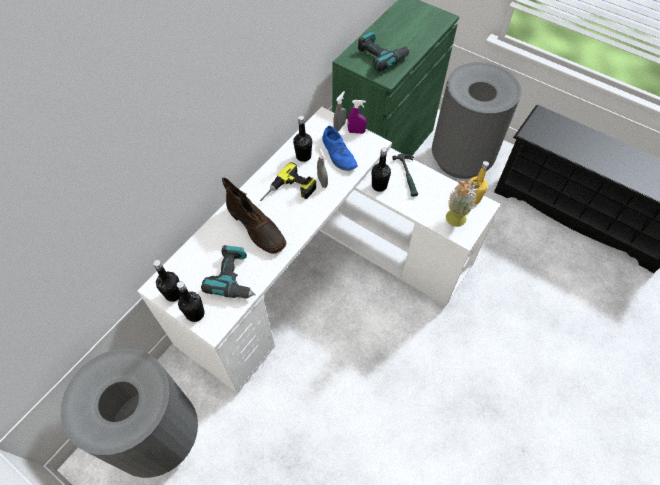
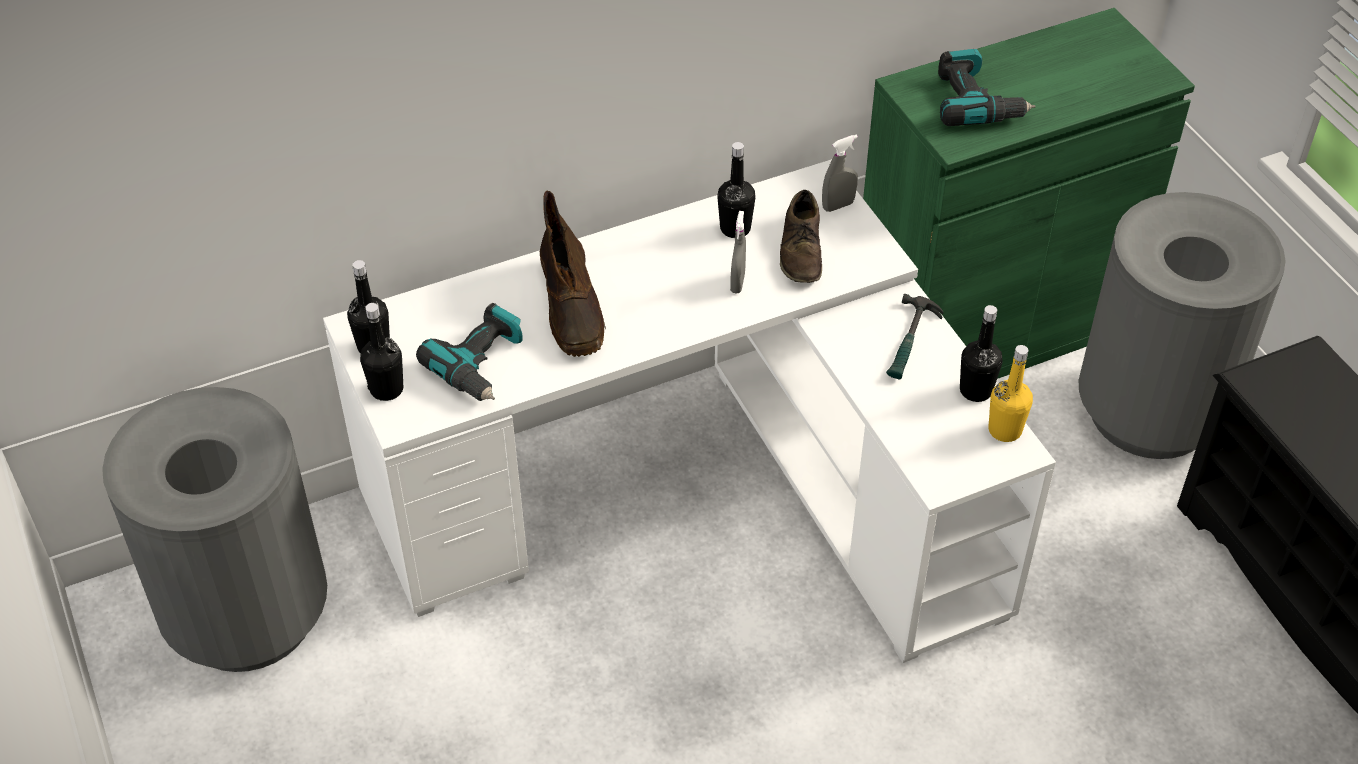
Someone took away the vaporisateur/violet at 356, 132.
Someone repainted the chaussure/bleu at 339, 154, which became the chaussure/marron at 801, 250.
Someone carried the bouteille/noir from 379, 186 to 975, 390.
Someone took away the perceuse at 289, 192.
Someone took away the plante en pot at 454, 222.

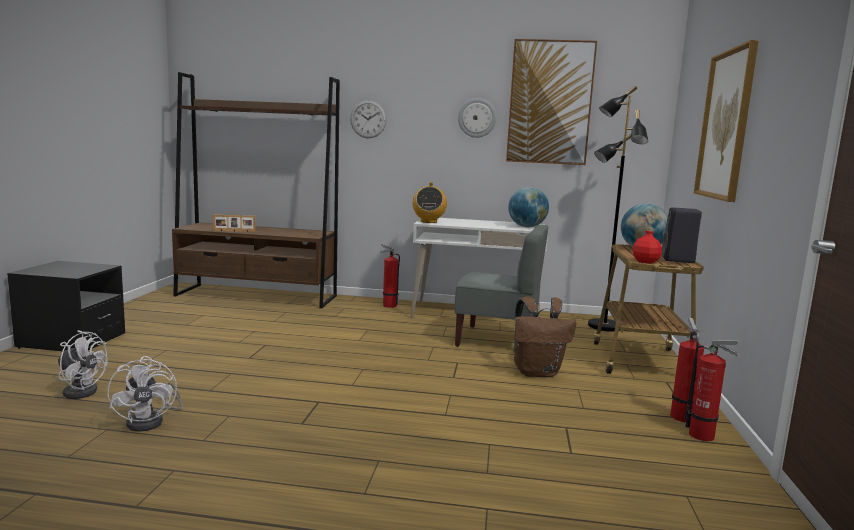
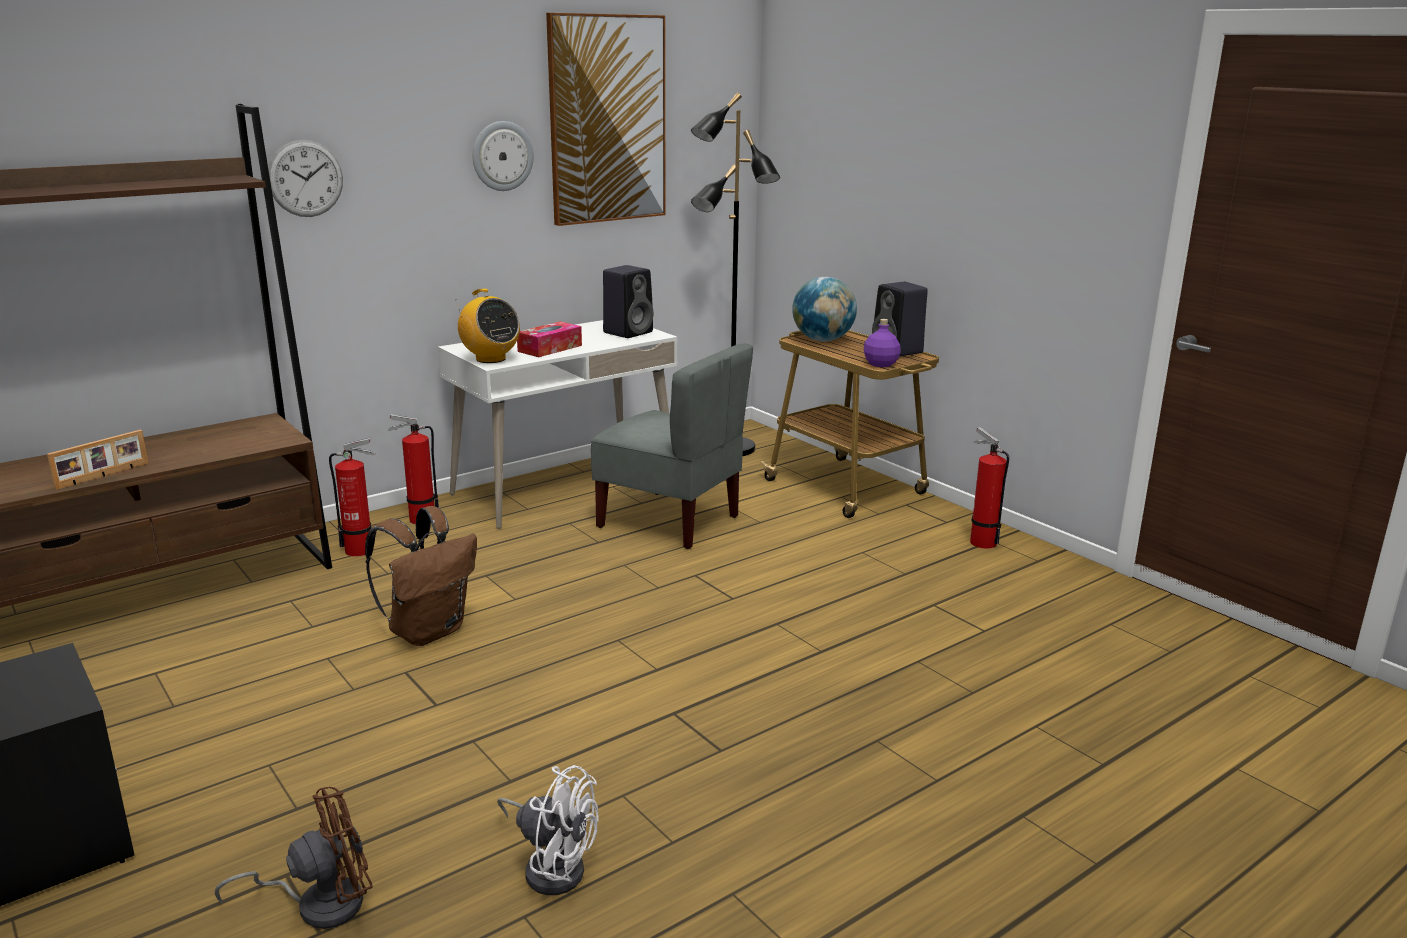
Someone took away the tableau at 726, 125.
Someone swapped the globe at 527, 227 for the enceinte/noir at 628, 332.
Someone rotated the chaise/gris at 496, 340 by 60 degrees clockwise.
Someone repainted the bouteille/rouge at 646, 261, which became the bouteille/violet at 880, 364.
Someone carried the sac à dos/marron from 537, 372 to 428, 631.
Someone repainted the ventilateur/blanc at 80, 390, which became the ventilateur/marron at 319, 904.
Someone carried the extincteur from 704, 436 to 362, 550.
Someone put down the boîte à mouchoirs at 550, 348.

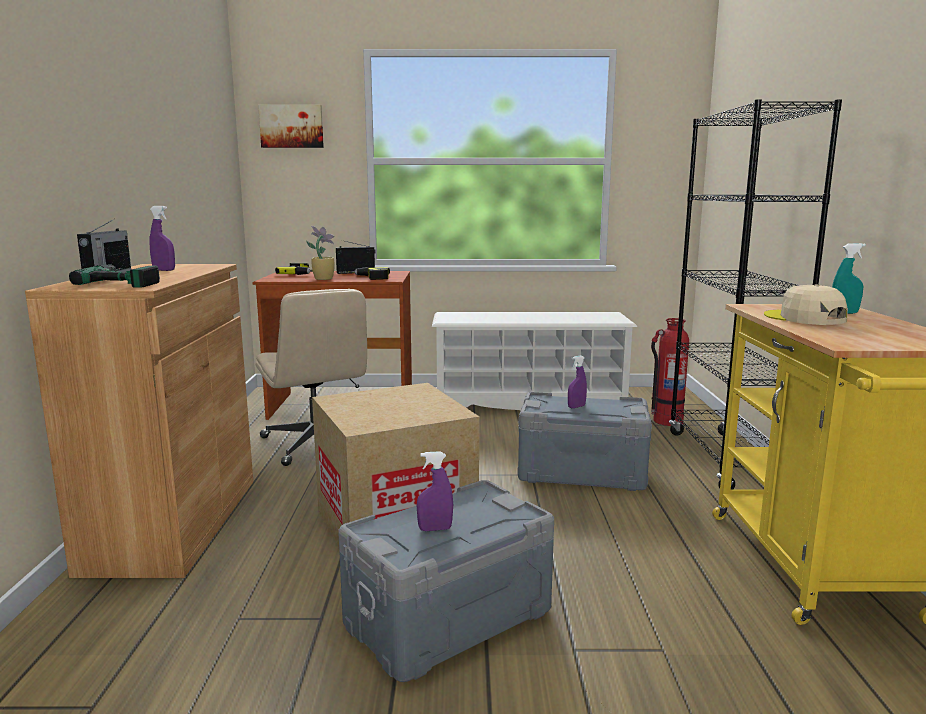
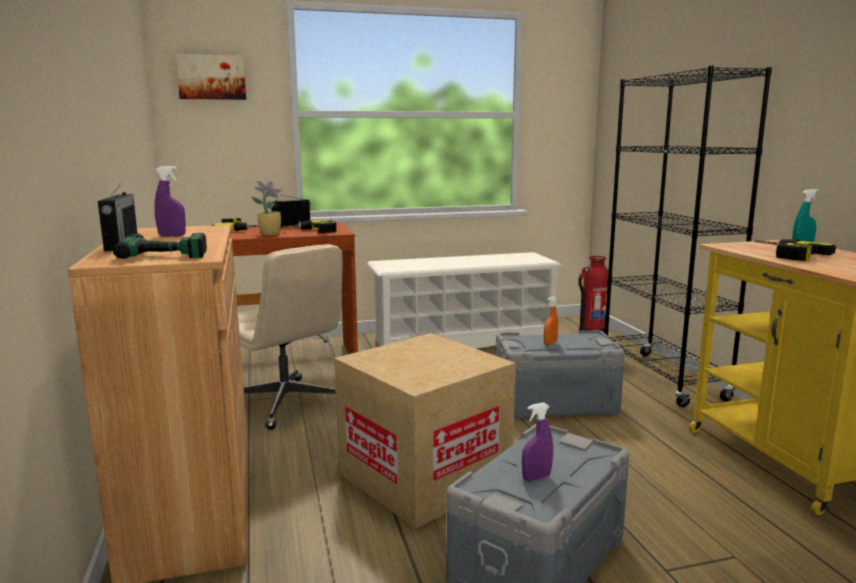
Someone swapped the casquette/beige at 804, 318 for the perceuse at 783, 254.
Someone repainted the vaporisateur/violet at 576, 407, which became the vaporisateur/orange at 550, 343.

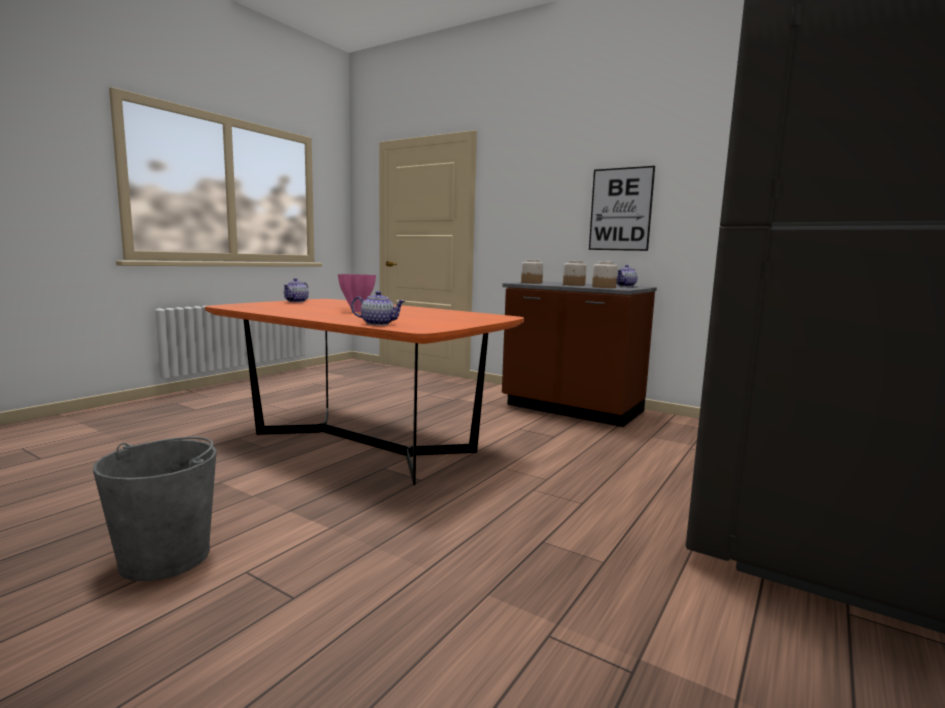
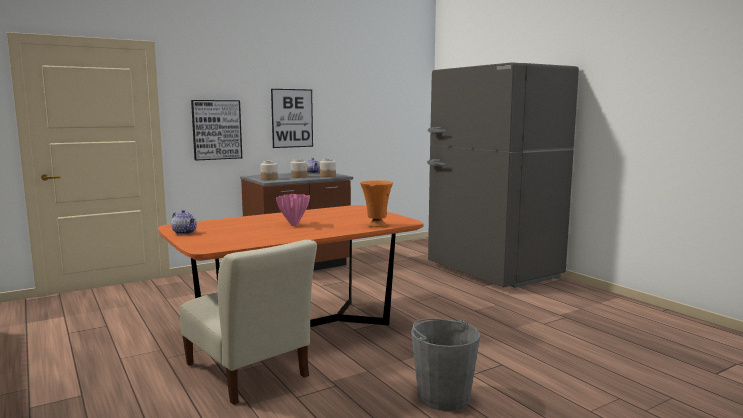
Someone swapped the théière at 378, 324 for the vase/orange at 376, 226.
Someone put up the tableau at 216, 129.
Someone put down the chaise/beige at 248, 373.

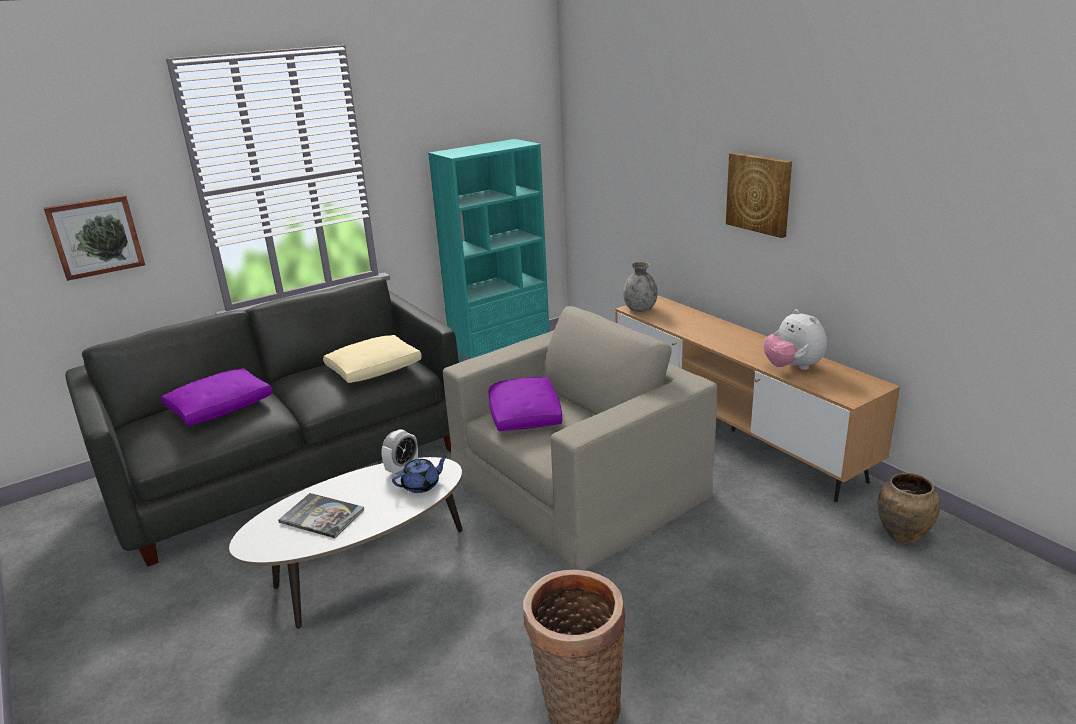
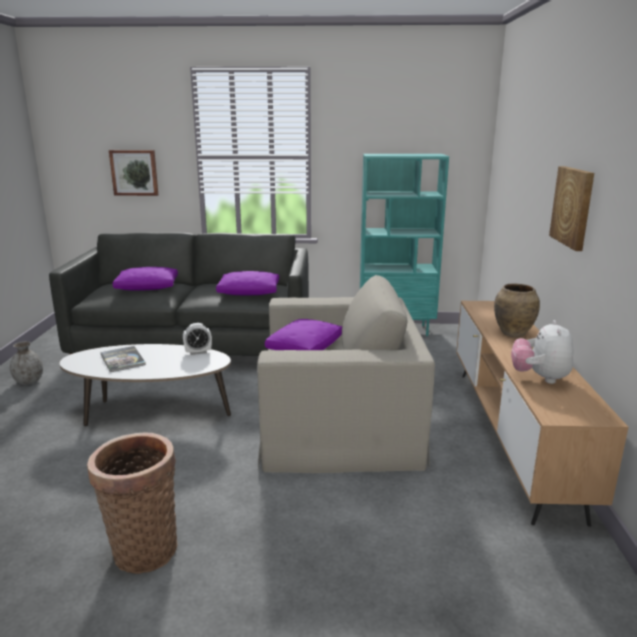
Someone carried the vase/gris from 640, 309 to 29, 381.
Someone repainted the coussin/beige at 375, 369, which became the coussin/violet at 249, 292.
Someone took away the théière/bleu at 421, 485.
Someone carried the vase/marron from 903, 536 to 513, 334.

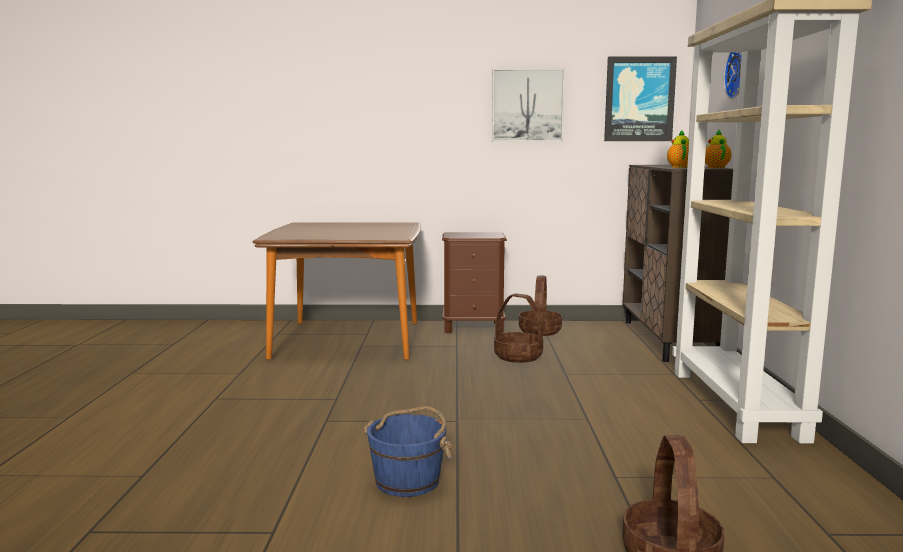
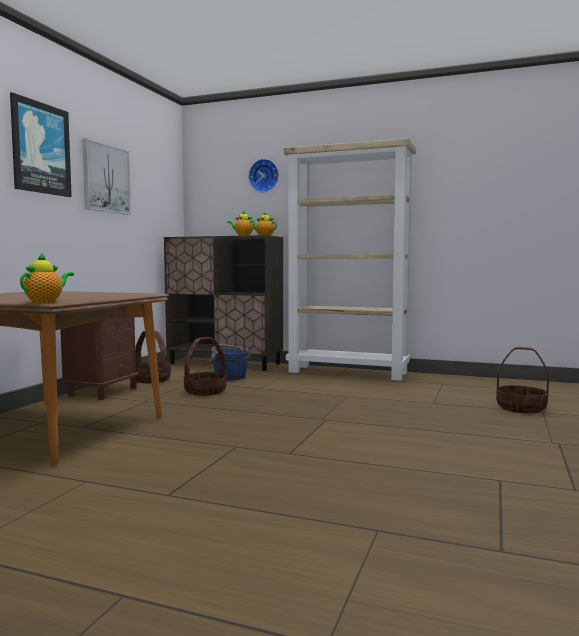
Someone carried the tableau from 639, 99 to 40, 148.
Someone carried the seau/bleu from 408, 481 to 230, 377.
Someone put down the théière at 46, 302.

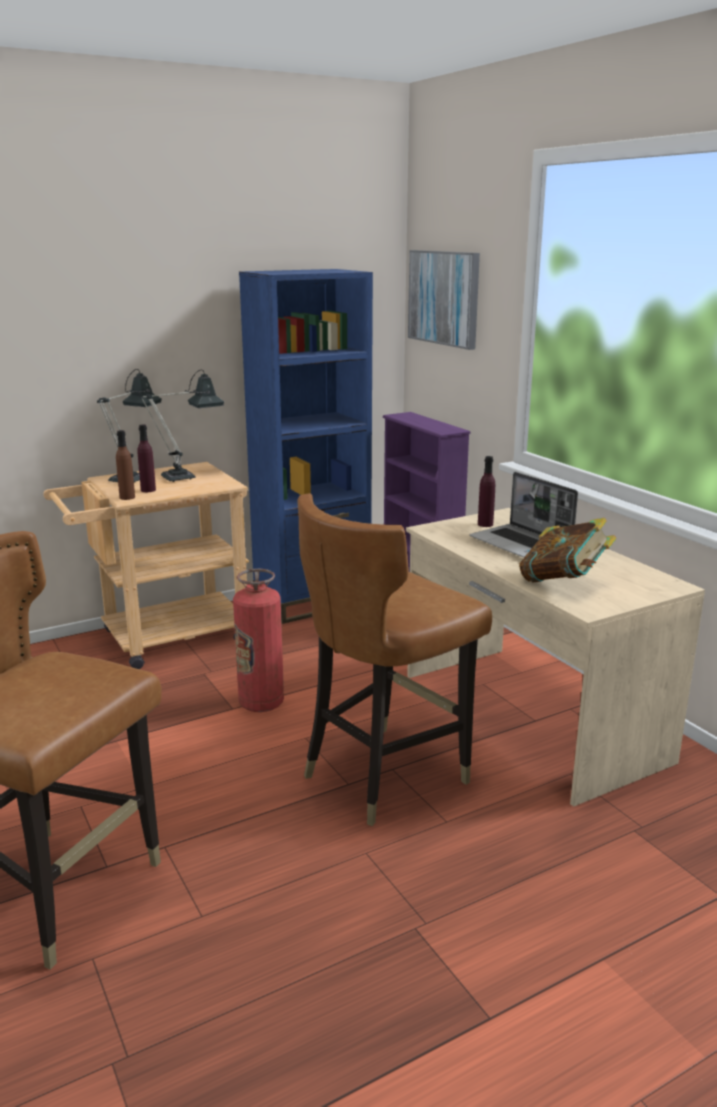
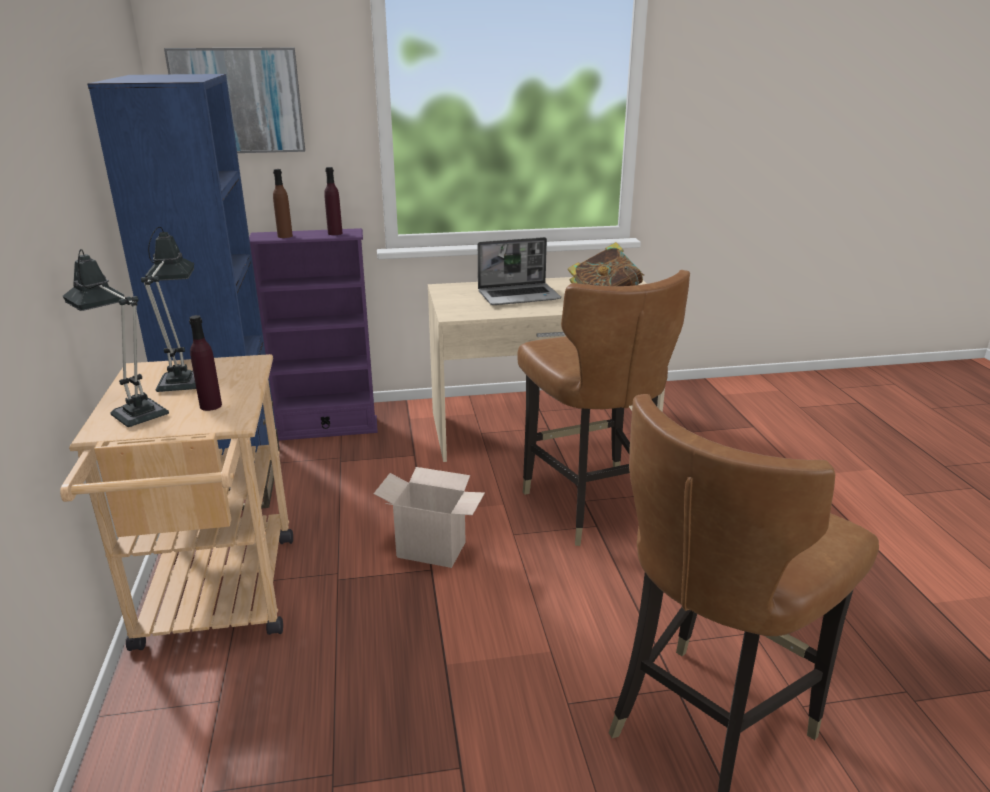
Someone carried the bouteille/marron from 127, 497 to 285, 236.
Someone carried the bouteille/violet from 485, 524 to 335, 233.
Someone swapped the extincteur at 261, 703 for the carton at 434, 549.

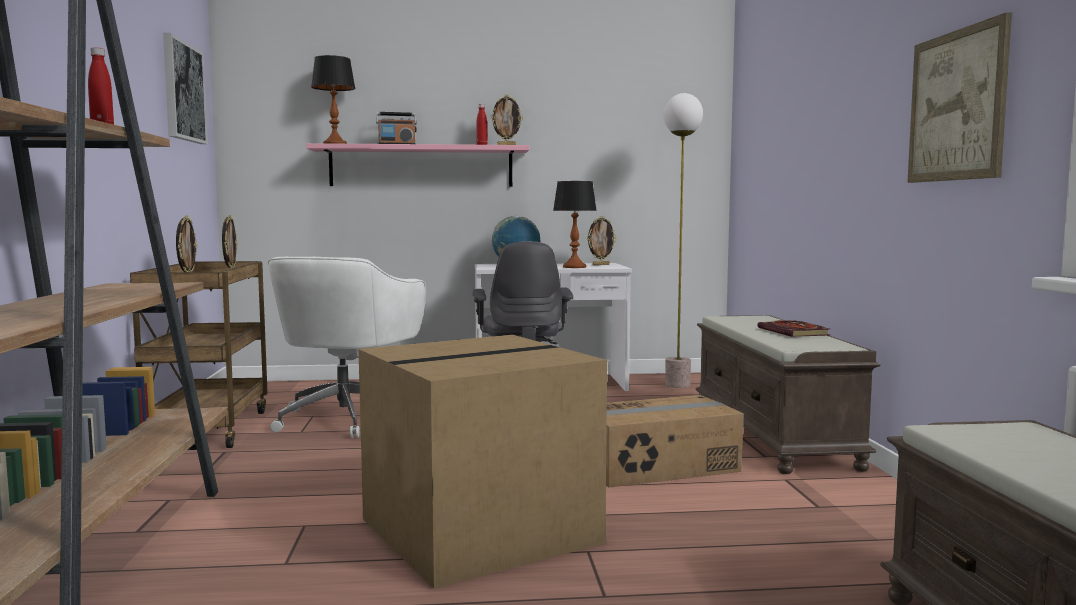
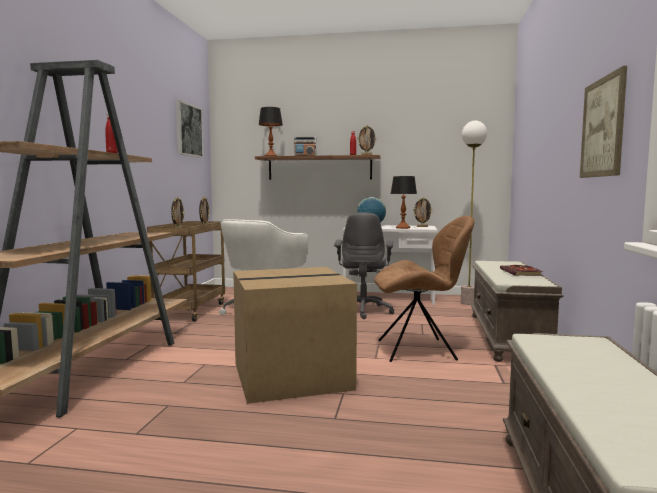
Someone repainted the étagère/rose at 421, 166, which became the étagère/marron at 319, 168.
Someone swapped the carton at 657, 466 for the chaise/marron at 419, 350.

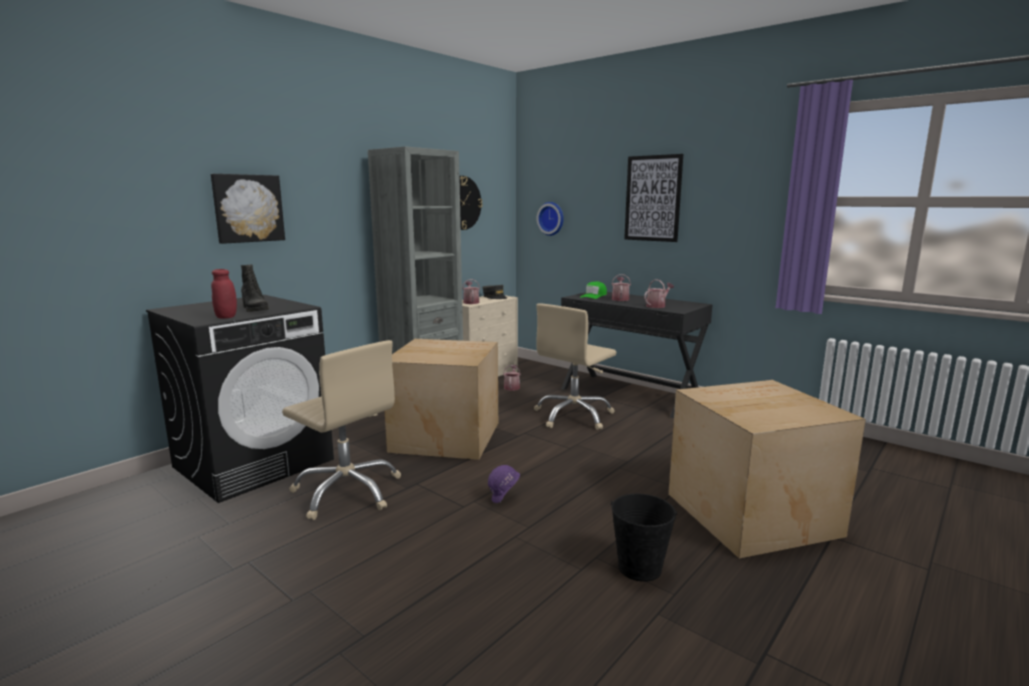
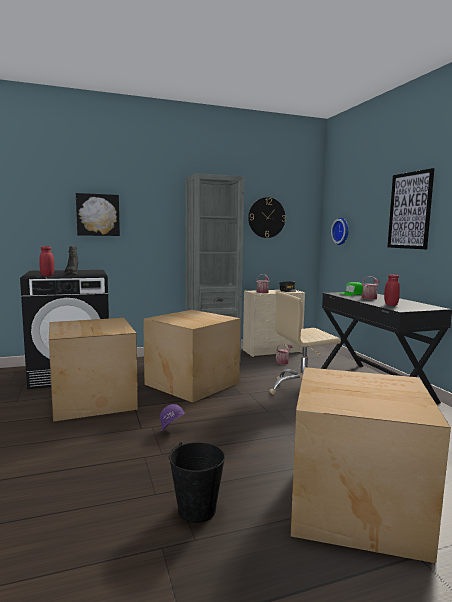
Someone swapped the arrosoir at 657, 306 for the bocal/rouge at 391, 305.
Someone swapped the chaise de bureau/beige at 347, 491 for the carton at 92, 400.

